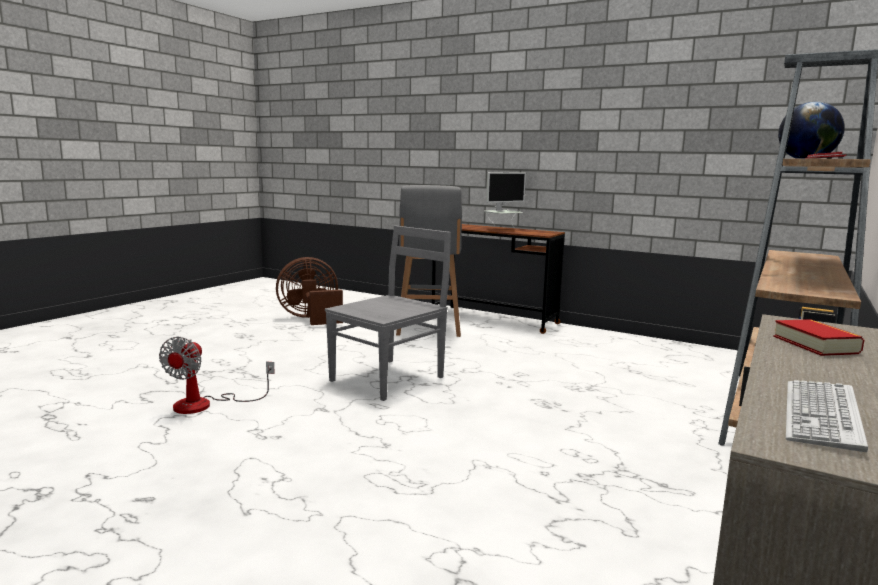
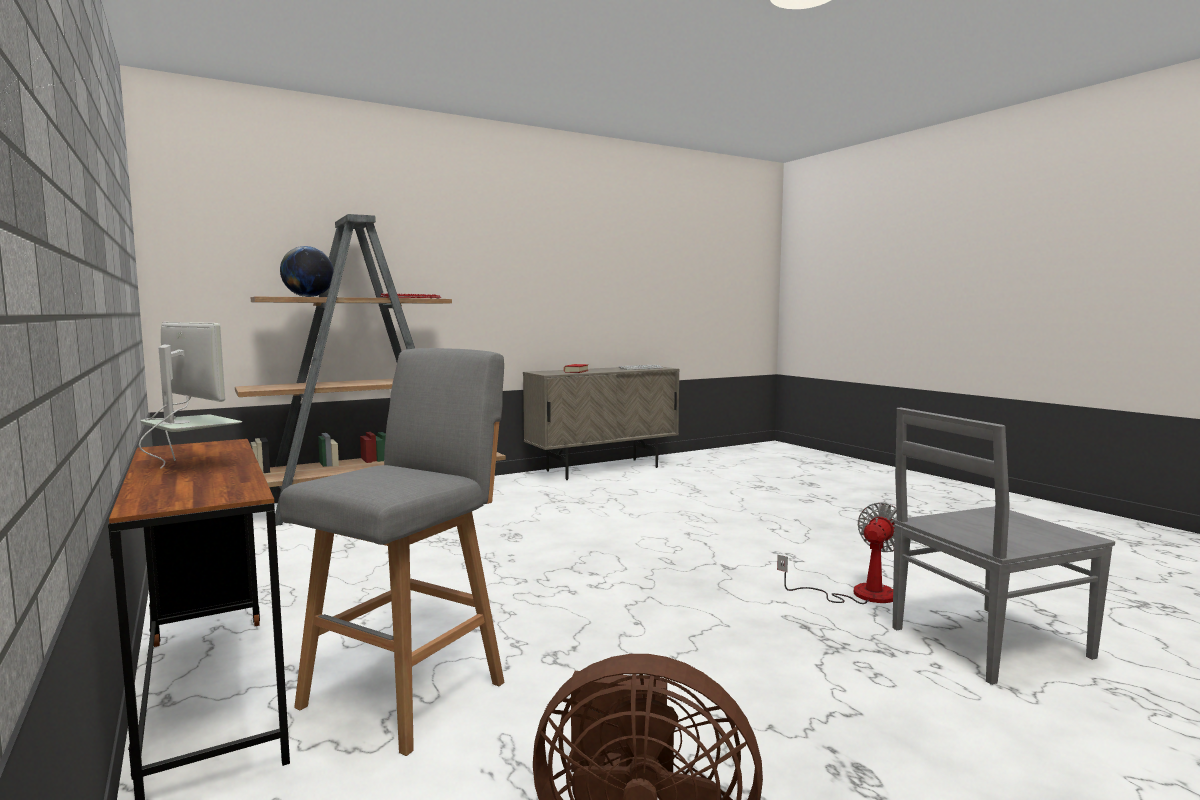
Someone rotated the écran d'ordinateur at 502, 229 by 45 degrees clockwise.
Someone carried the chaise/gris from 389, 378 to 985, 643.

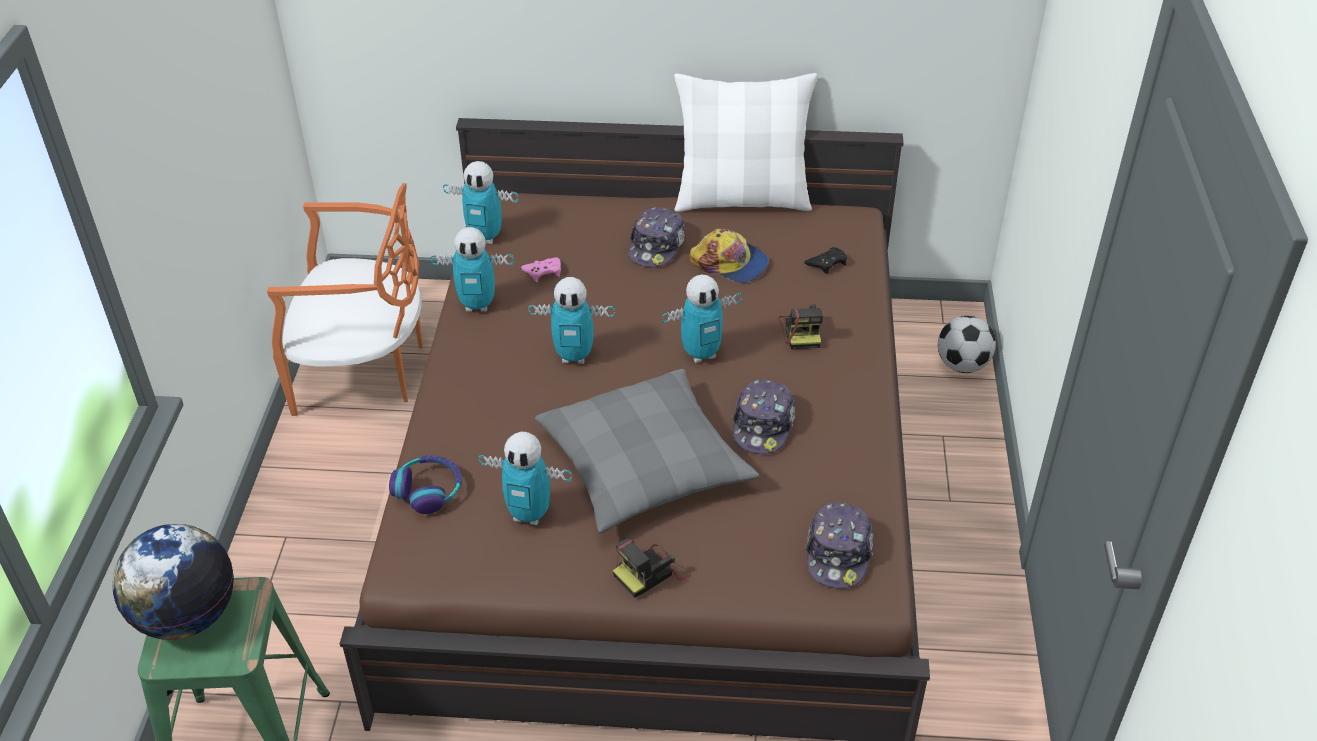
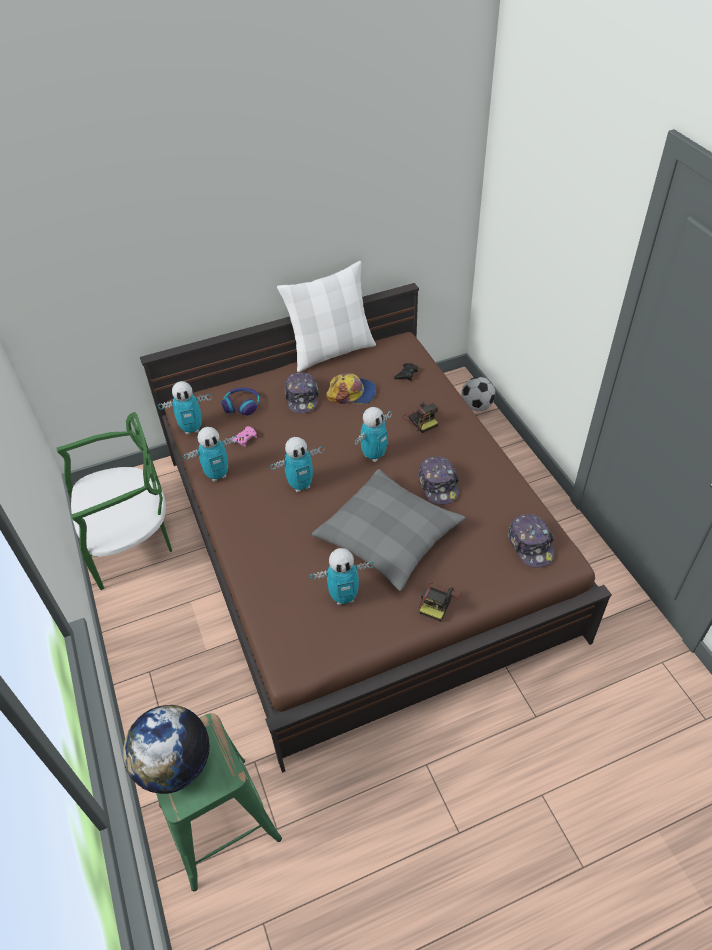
Someone repainted the chaise/orange at 364, 372, which became the chaise/vert at 131, 542.
Someone carried the casque audio from 428, 490 to 242, 405.

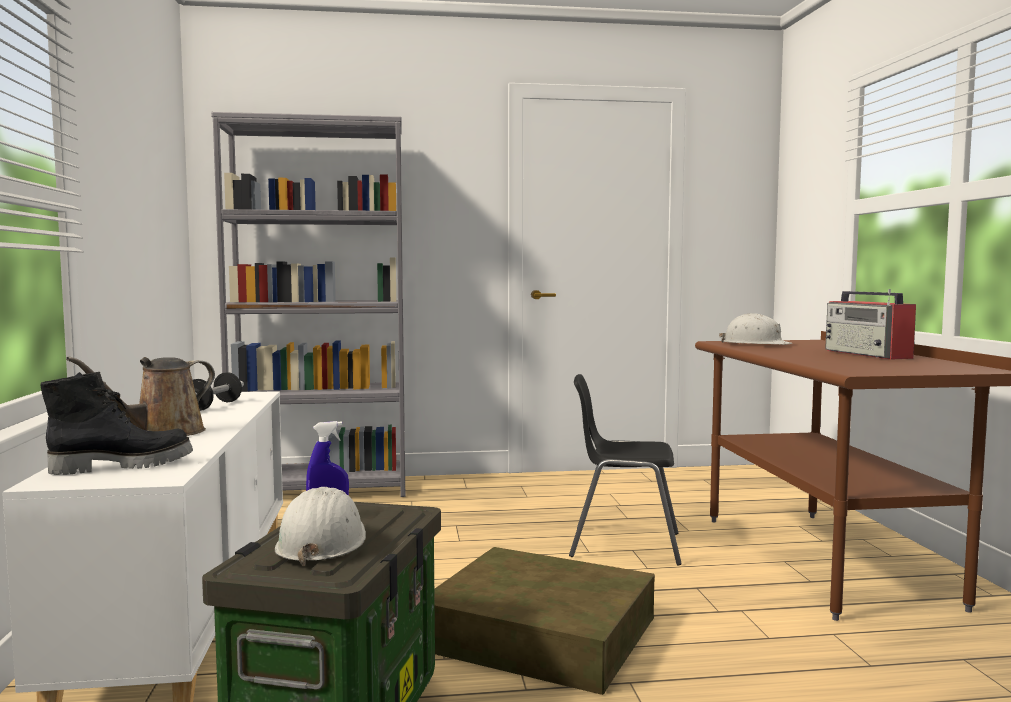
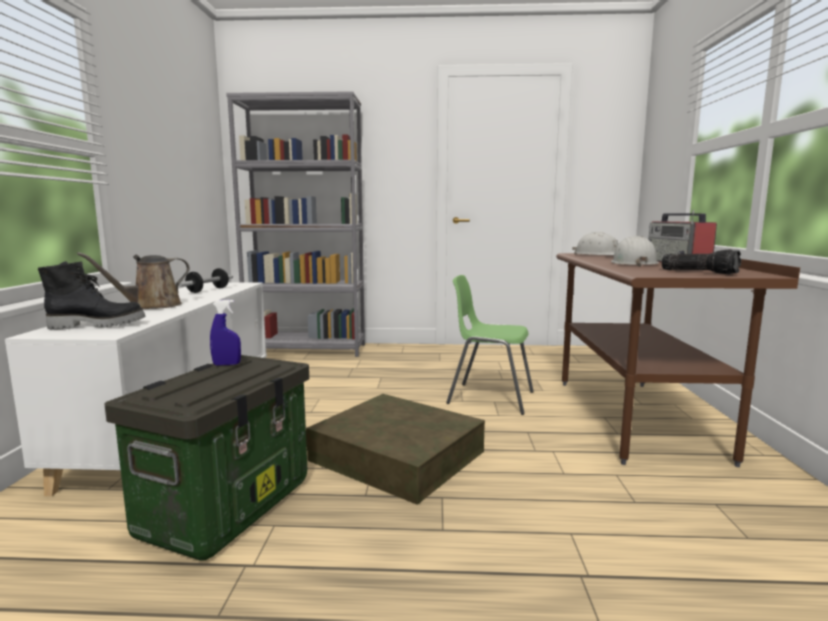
Someone repainted the chaise/noir at 624, 545, which became the chaise/vert at 489, 398.
Someone carried the casque de chantier/blanc from 322, 542 to 633, 263.
Someone put down the lampe de poche at 699, 272.

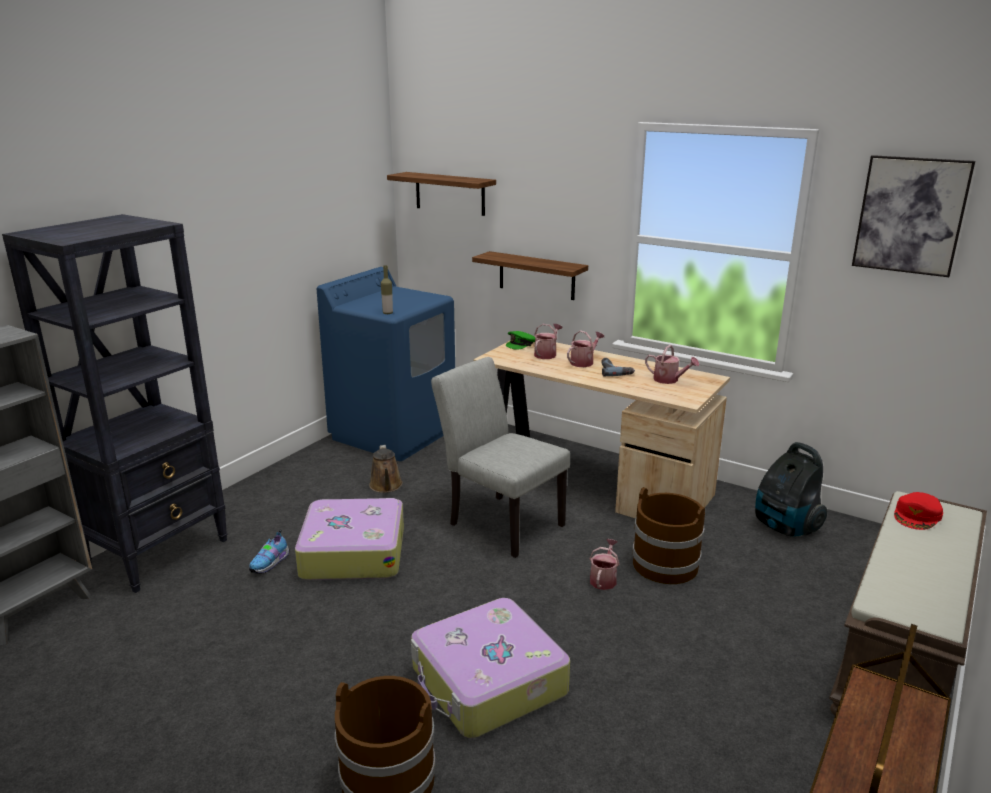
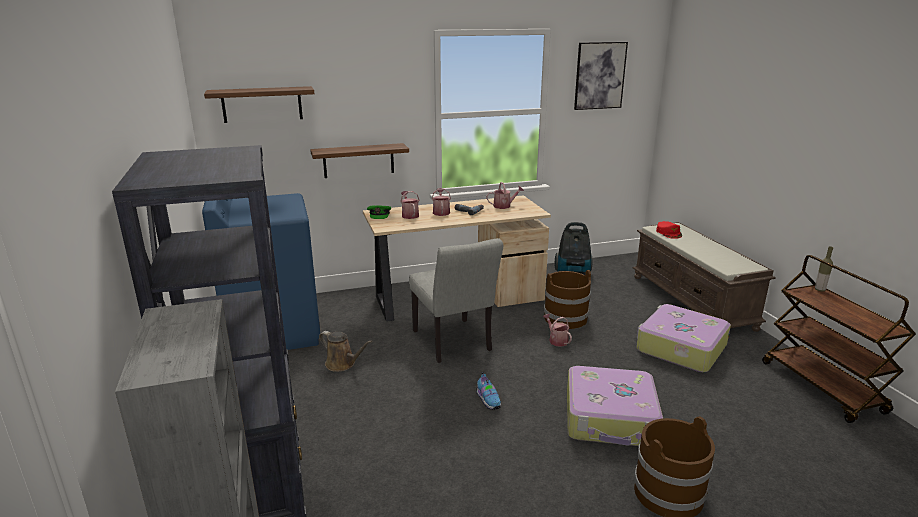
Someone carried the bouteille from 387, 313 to 819, 290.
Someone rotated the chaise/gris at 500, 522 by 105 degrees counterclockwise.
Someone carried the valise from 352, 552 to 680, 348.
Someone carried the chaussure from 271, 563 to 488, 400.

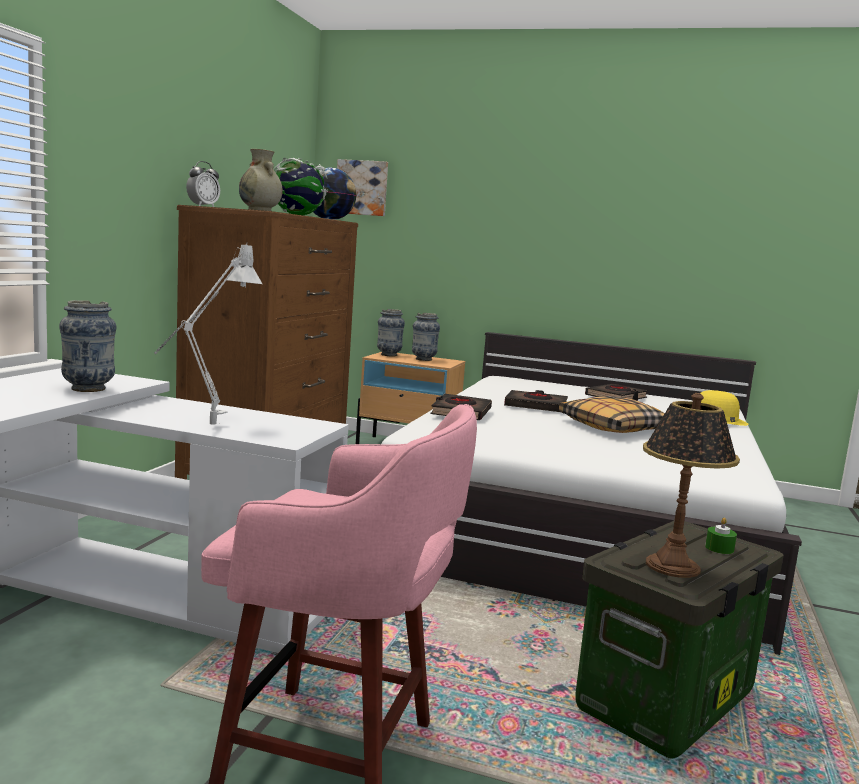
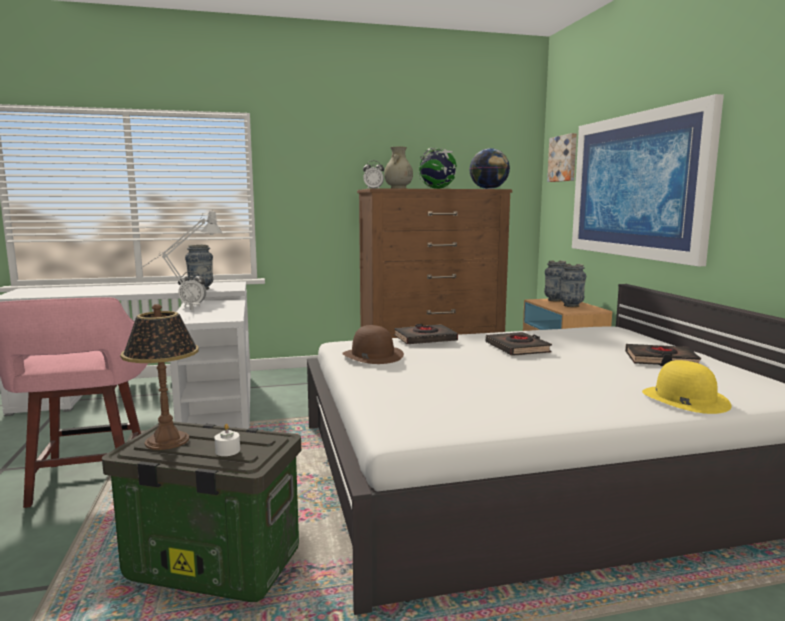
Someone took away the coussin at 612, 427.
Someone repainted the bougie/vert at 719, 548, which became the bougie/blanc at 227, 451.
Someone put up the tableau at 636, 186.
Someone put down the réveil at 193, 306.
Someone put down the chapeau/marron at 372, 355.

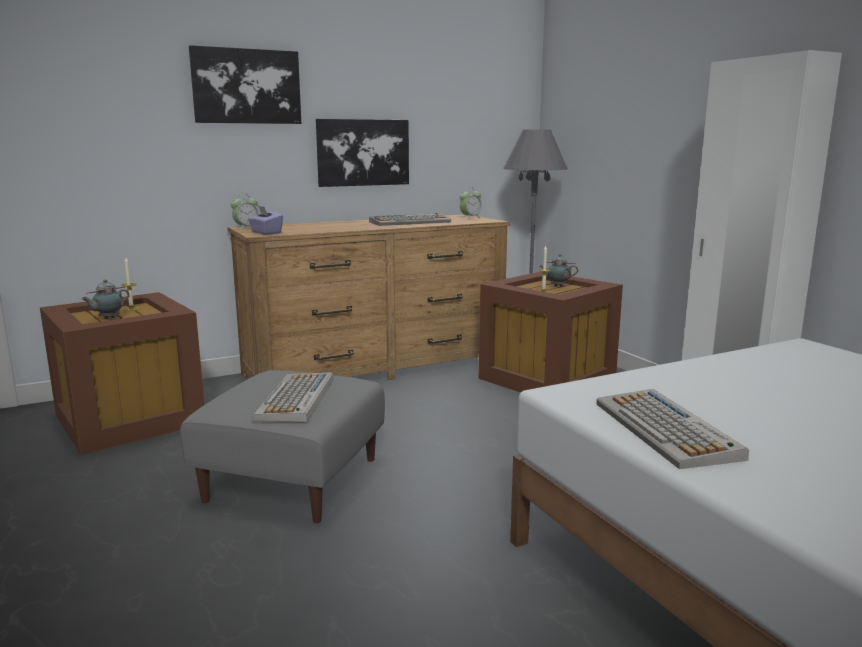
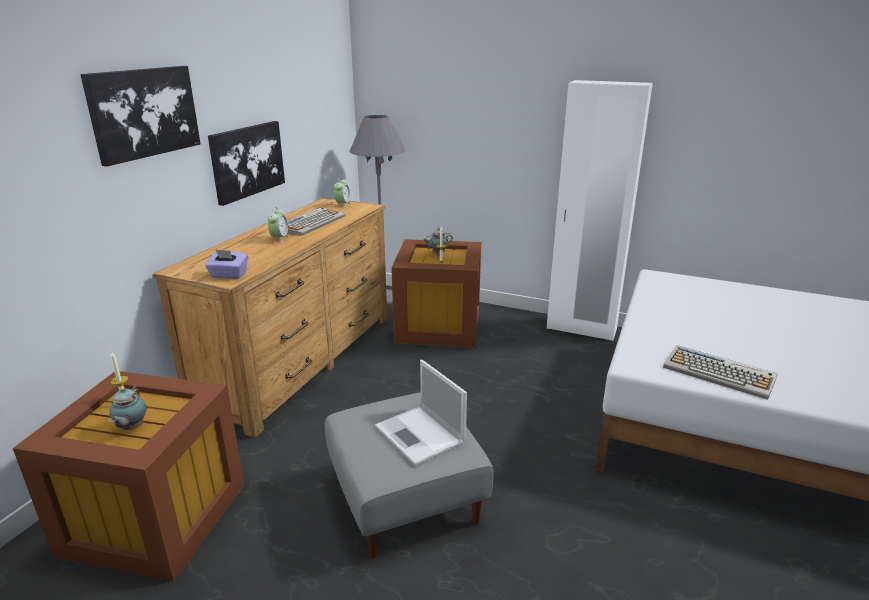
Someone carried the réveil from 246, 228 to 279, 239.
Someone swapped the clavier at 296, 399 for the ordinateur portable at 421, 435.

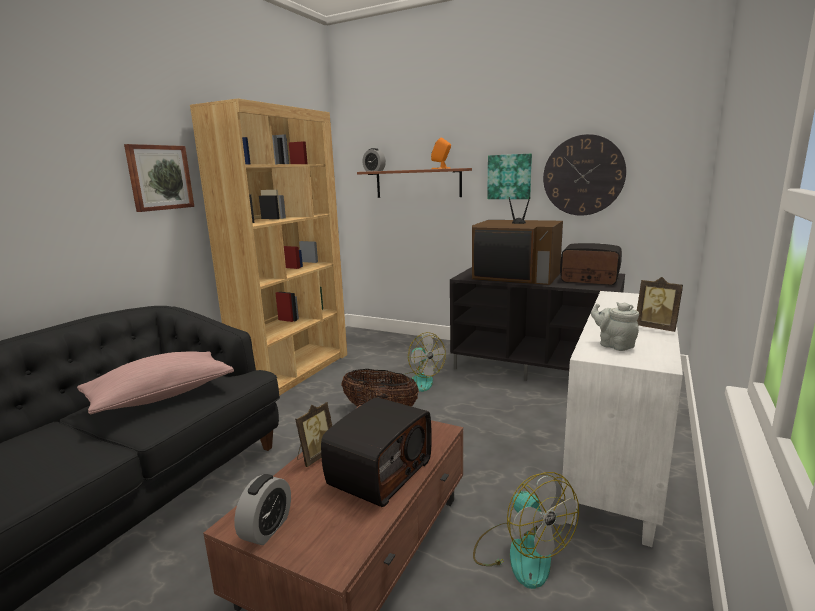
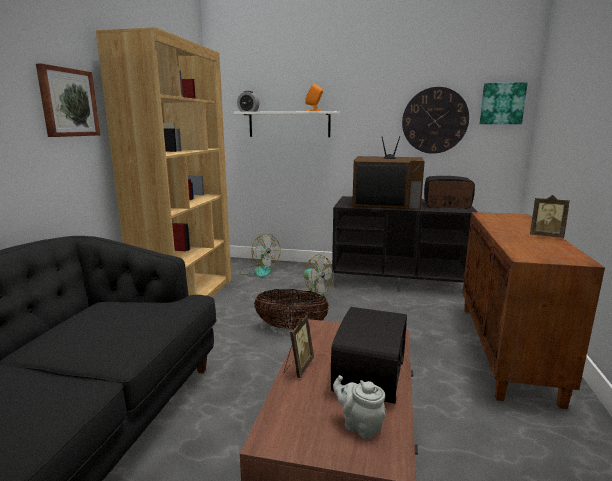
Someone carried the tableau from 509, 177 to 502, 103.
Someone repainted the étagère/marron at 418, 183, which became the étagère/blanc at 289, 124.
Someone repainted the meuble de rangement/blanc at 618, 464, which became the meuble de rangement/marron at 506, 350.
Someone carried the théière/gris from 614, 345 to 359, 426.
Someone took away the coussin/rose at 161, 396.
Someone carried the ventilateur from 520, 552 to 259, 271.
Someone took away the réveil at 266, 529.

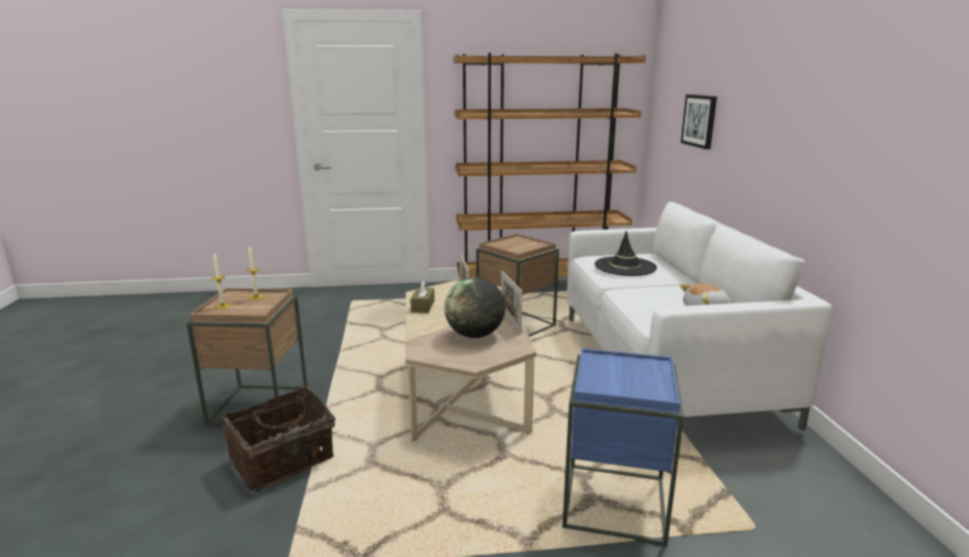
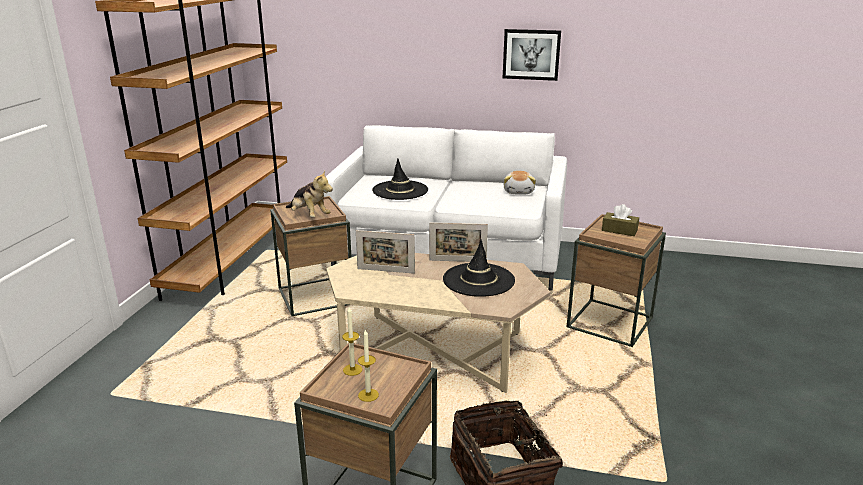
Someone carried the tableau from 699, 121 to 531, 54.
Someone swapped the globe at 475, 335 for the chapeau/noir at 478, 280.
Someone carried the boîte à mouchoirs/marron from 423, 306 to 619, 230.
Someone repainted the table d'appoint/bleu at 615, 503, which became the table d'appoint/marron at 610, 323.
Someone put down the peluche at 309, 216.

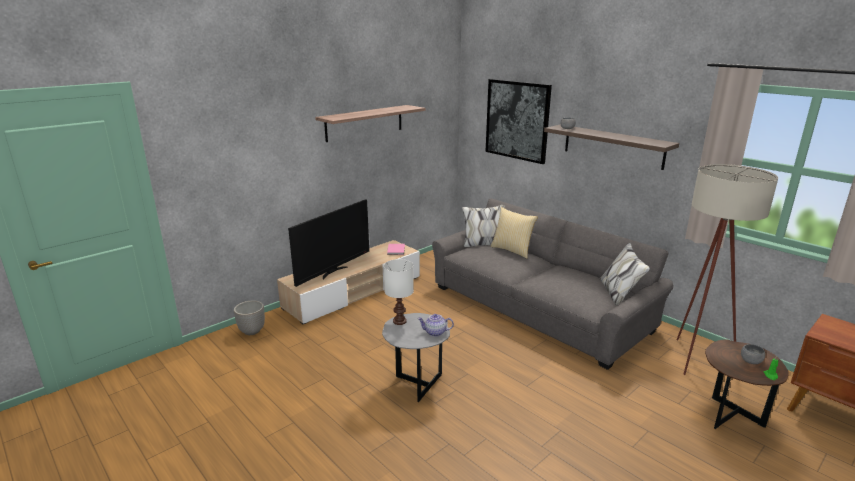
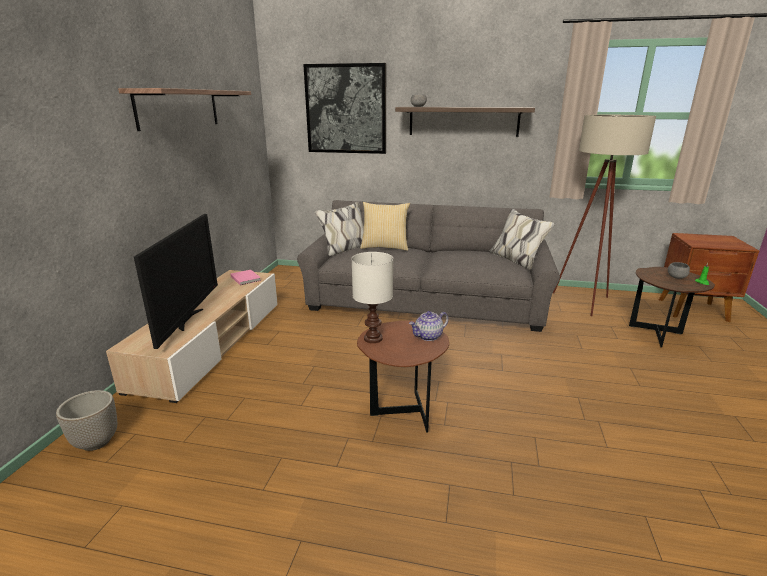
Someone repainted the table d'appoint/gris at 416, 384, which became the table d'appoint/marron at 402, 414.

